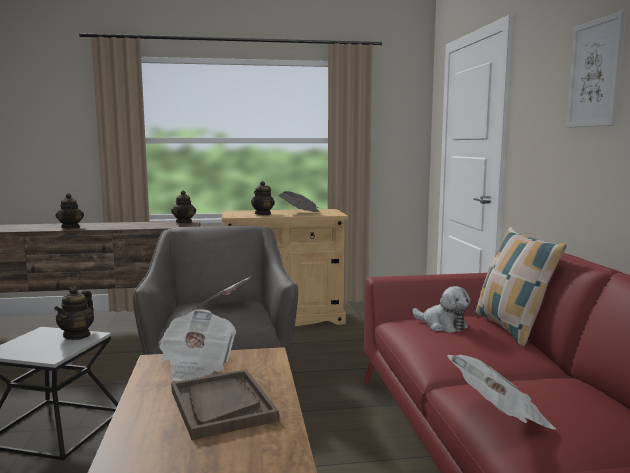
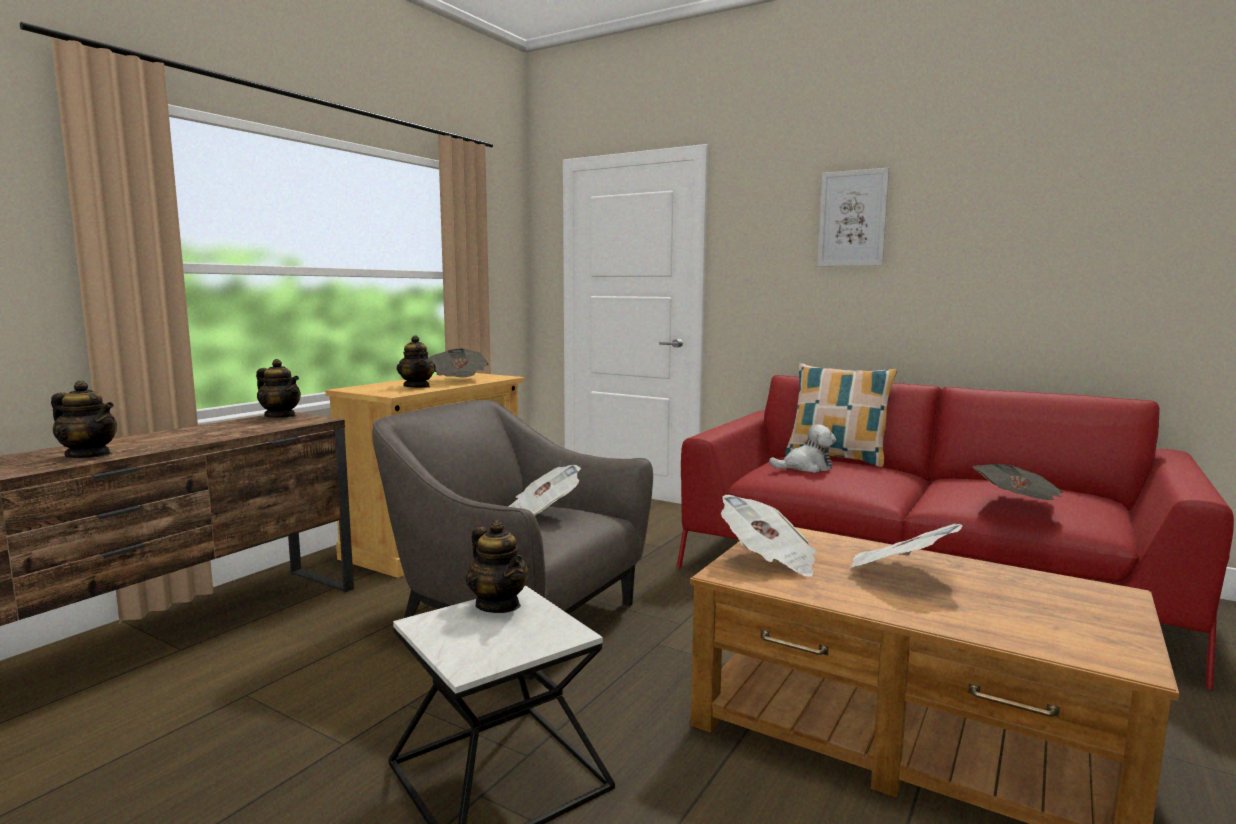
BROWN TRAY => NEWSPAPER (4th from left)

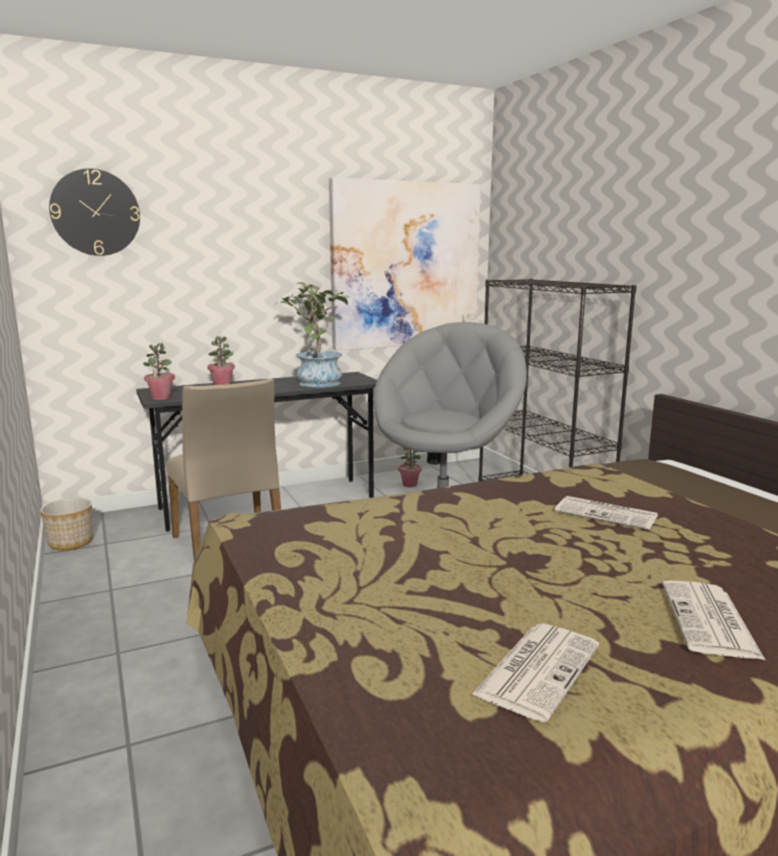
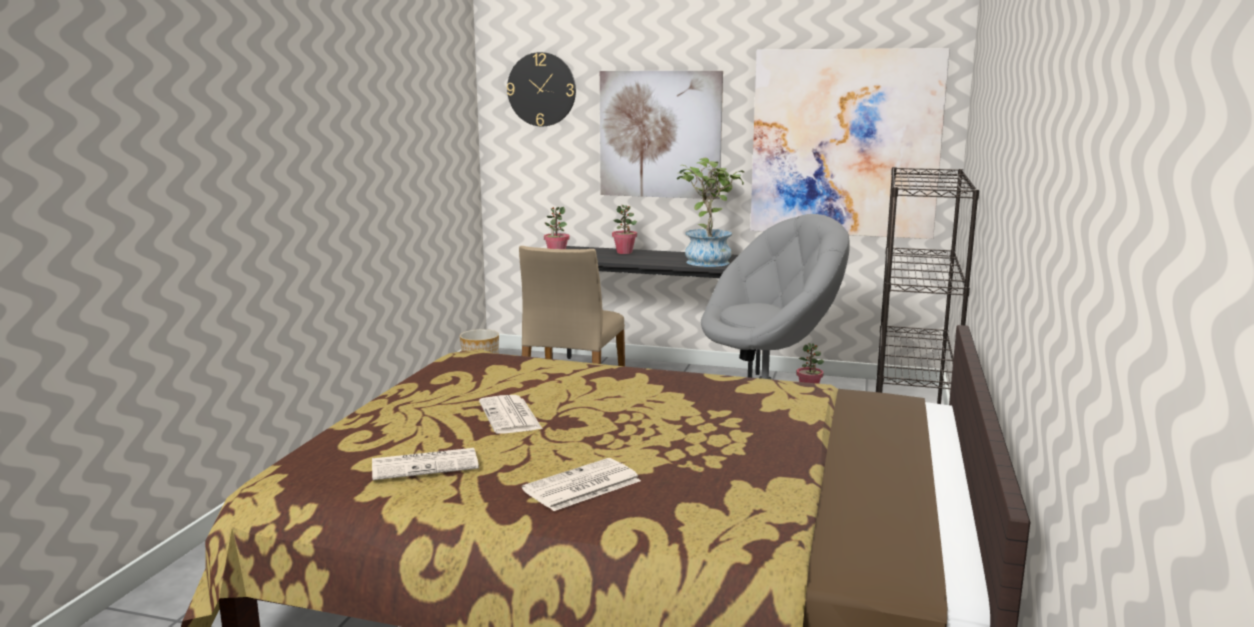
nothing => PICTURE (1st from left)
NEWSPAPER (2nd from left), move

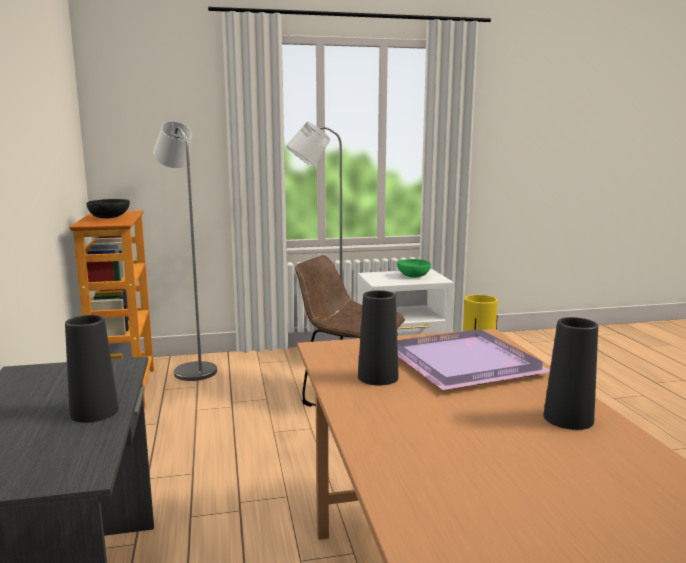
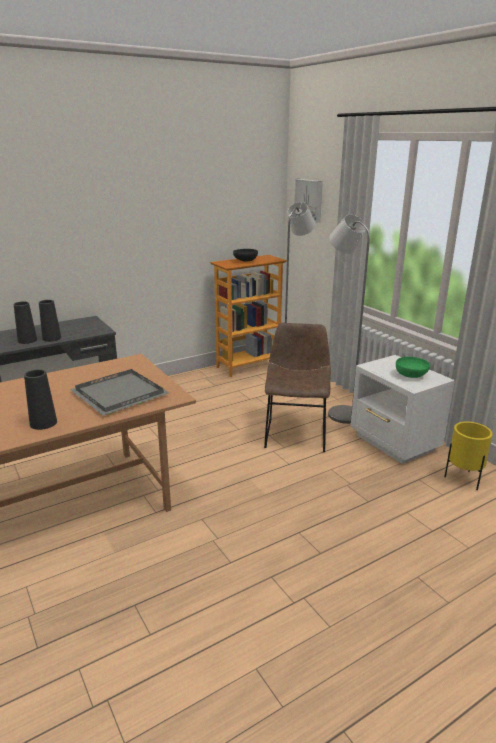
nothing => PICTURE
BLACK VASE (2nd from left in the first image) => BLACK VASE (1st from left), move
PURPLE TRAY => GREY TRAY

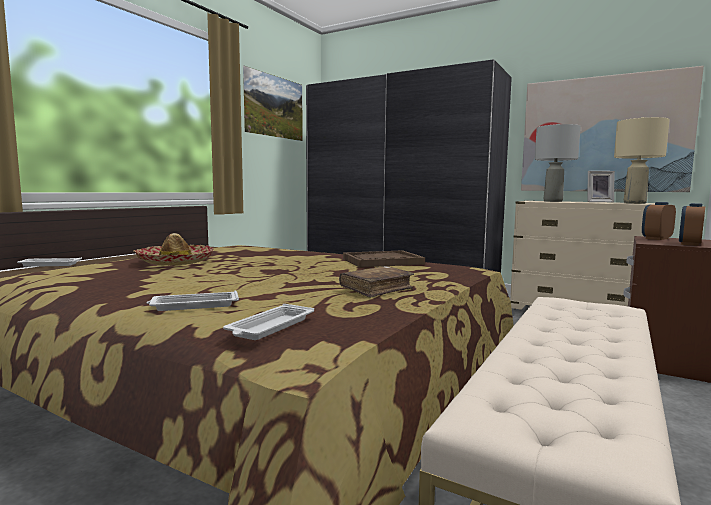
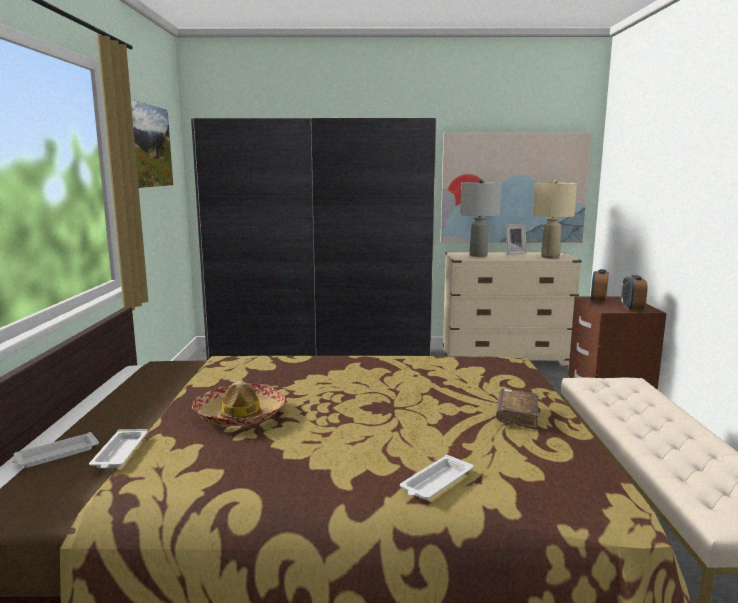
BROWN TRAY => nothing
WHITE TRAY (3rd from left in the first image) => WHITE TRAY (2nd from left), move

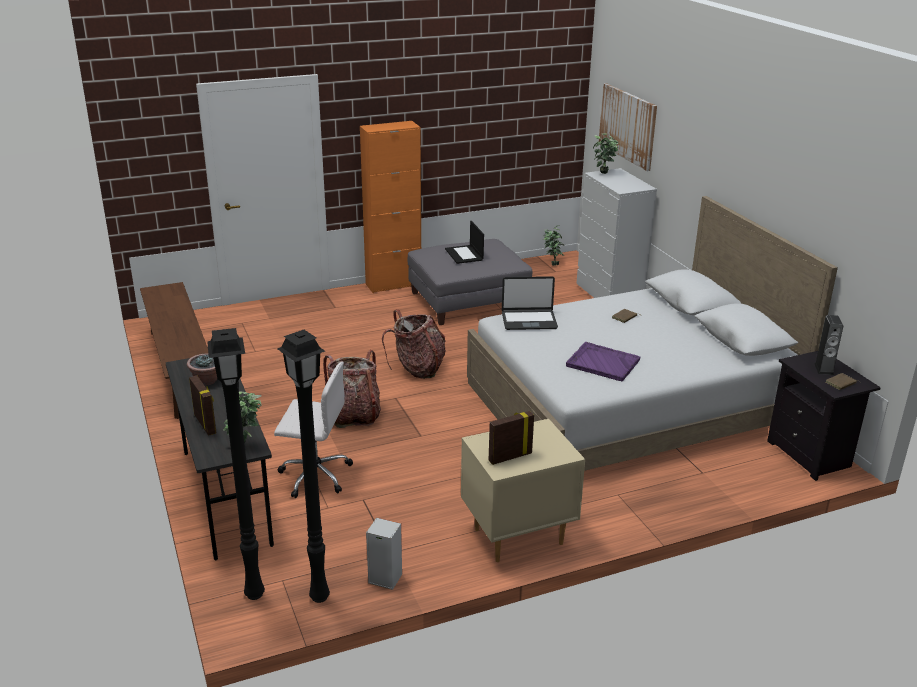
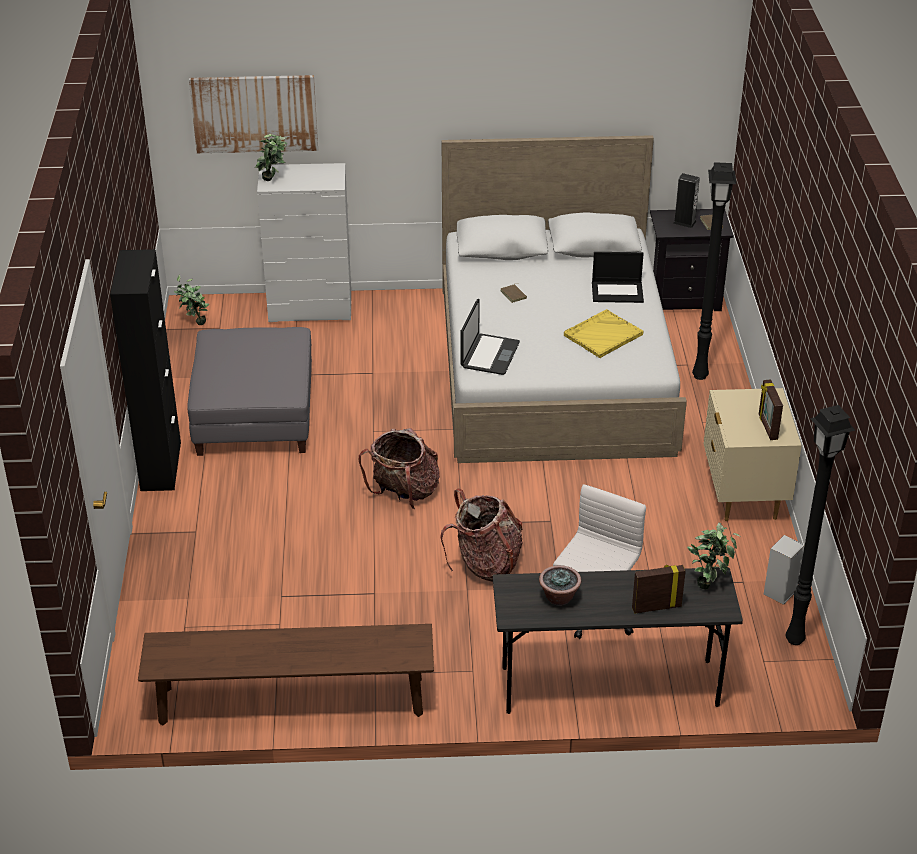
BLACK FLOOR LAMP (1st from left), move
LAPTOP (1st from left in the first image) => LAPTOP (2nd from left), move
ORANGE CABINET => BLACK CABINET
PURPLE TRAY => YELLOW TRAY

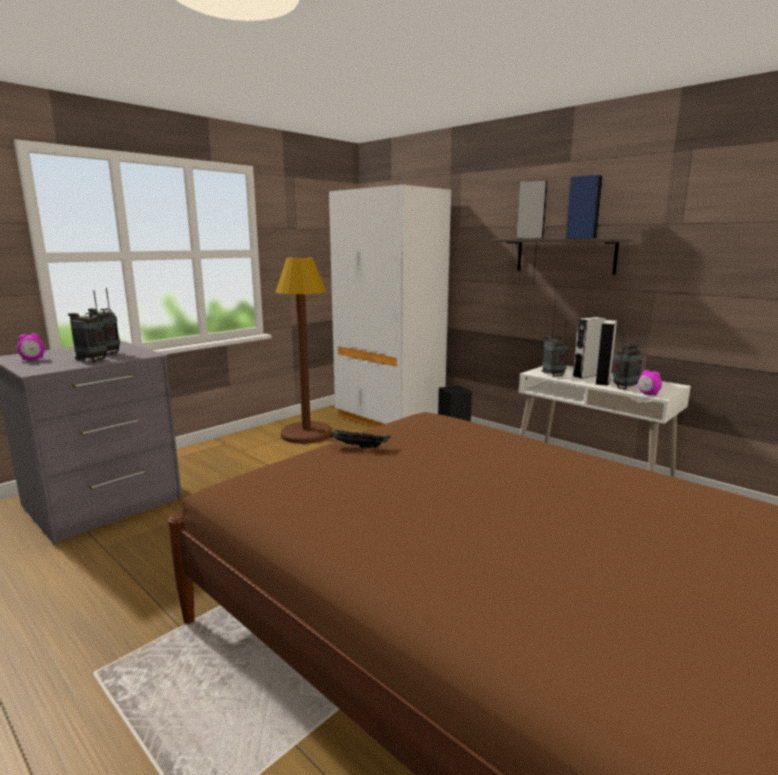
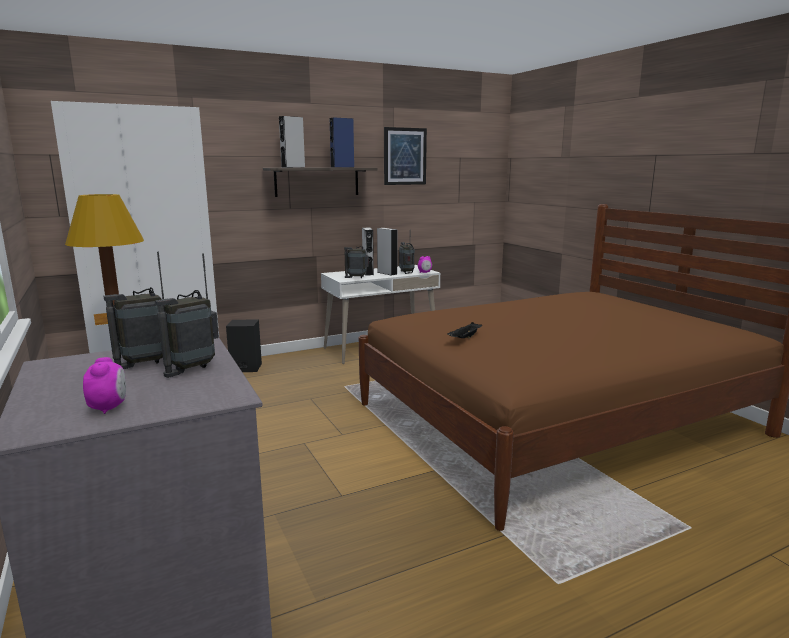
nothing => PICTURE

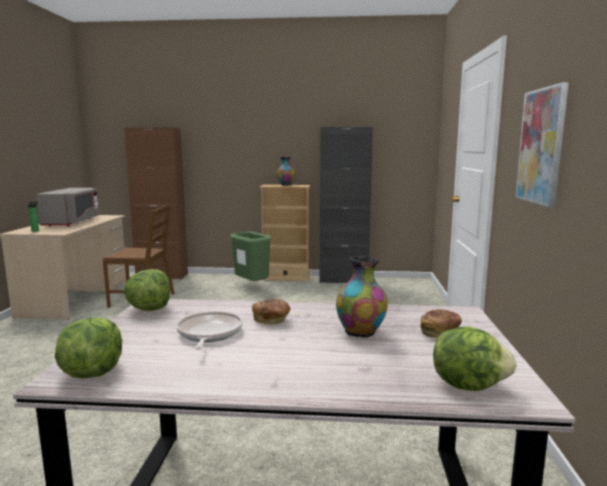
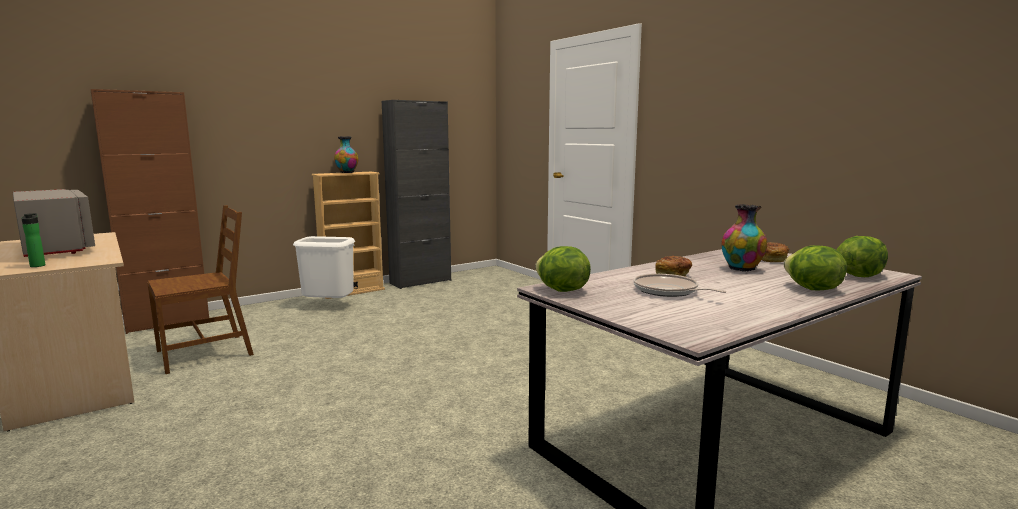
PICTURE => nothing
LETTUCE (1st from left in the first image) => LETTUCE (2nd from left), move
GREEN TRASH CAN => WHITE TRASH CAN

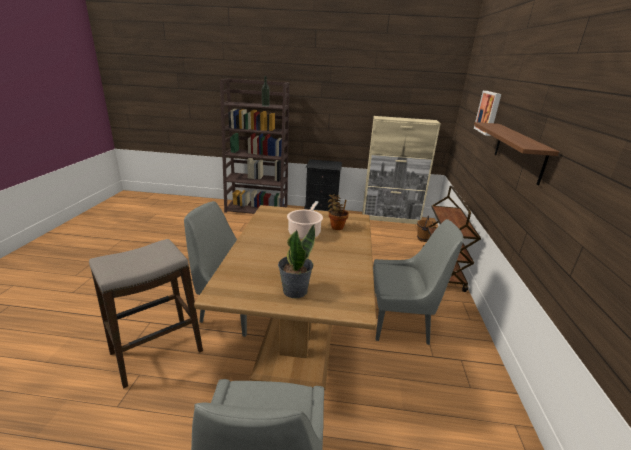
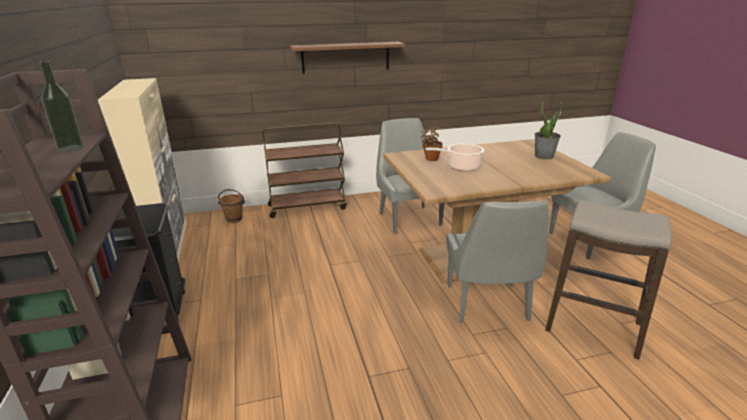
PICTURE => nothing

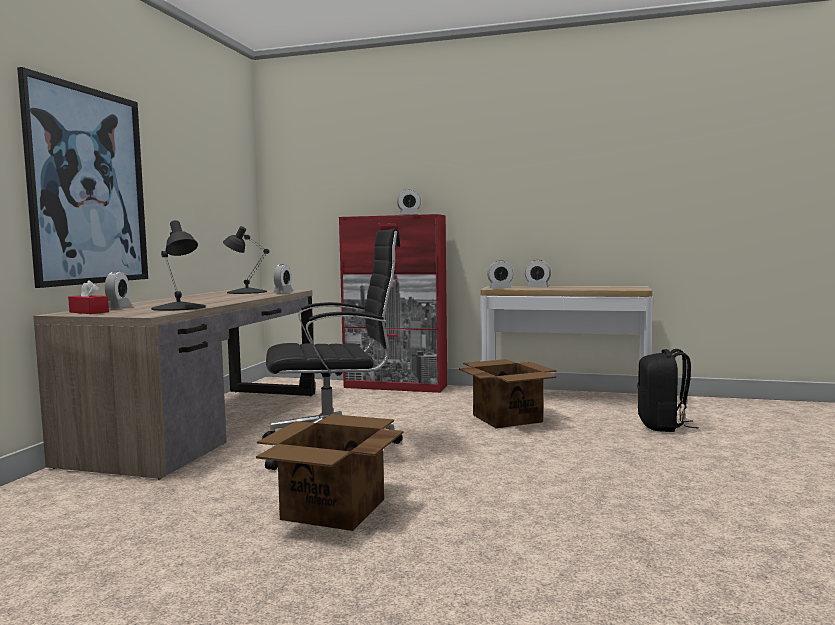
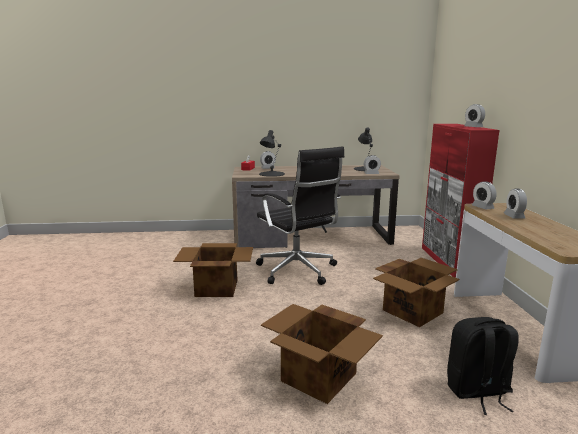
PICTURE => nothing
nothing => CARDBOARD BOX (2nd from left)

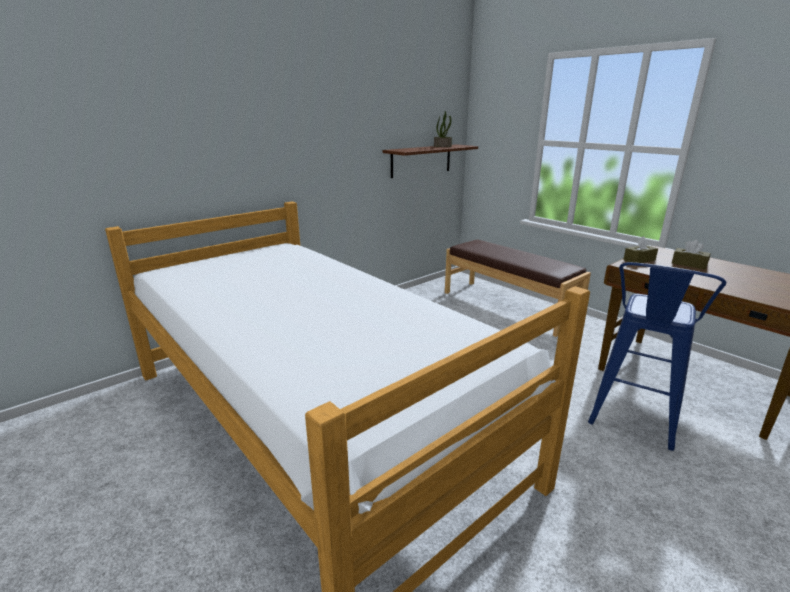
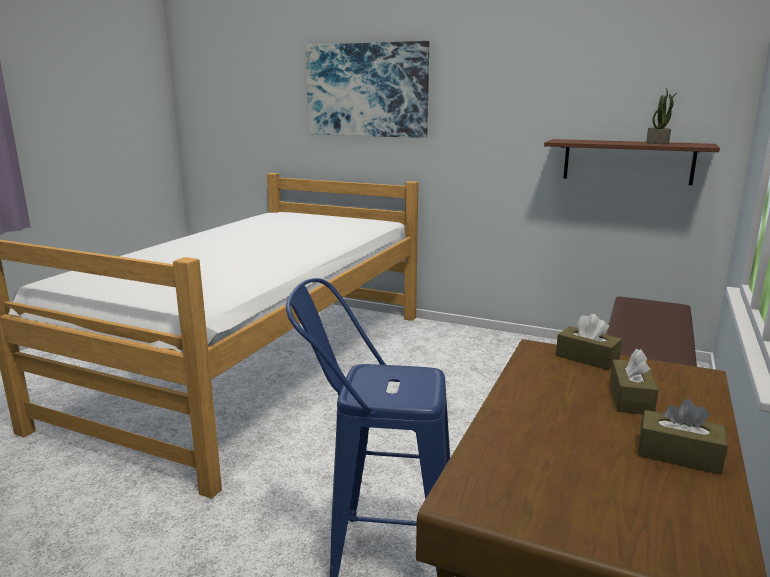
nothing => PICTURE
nothing => BROWN TISSUE BOX (3rd from left)

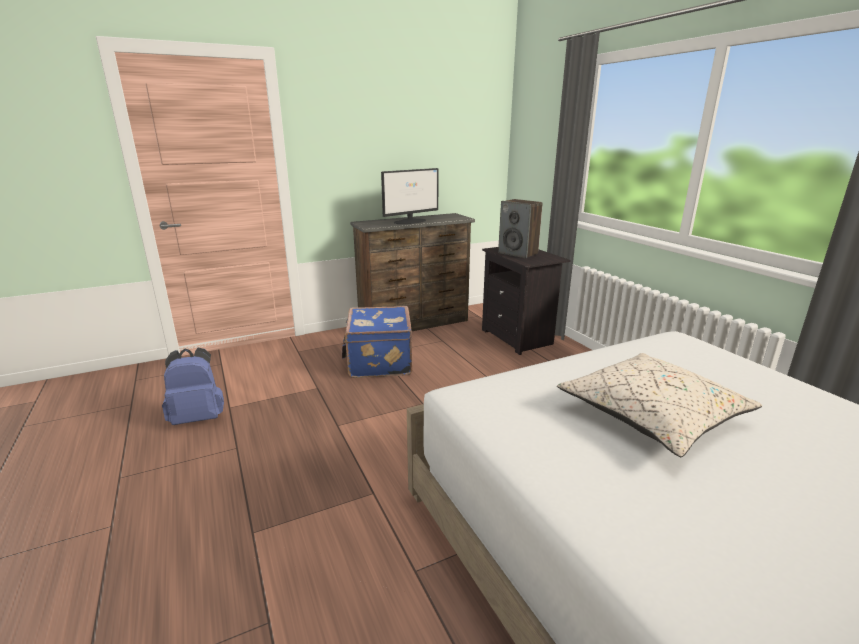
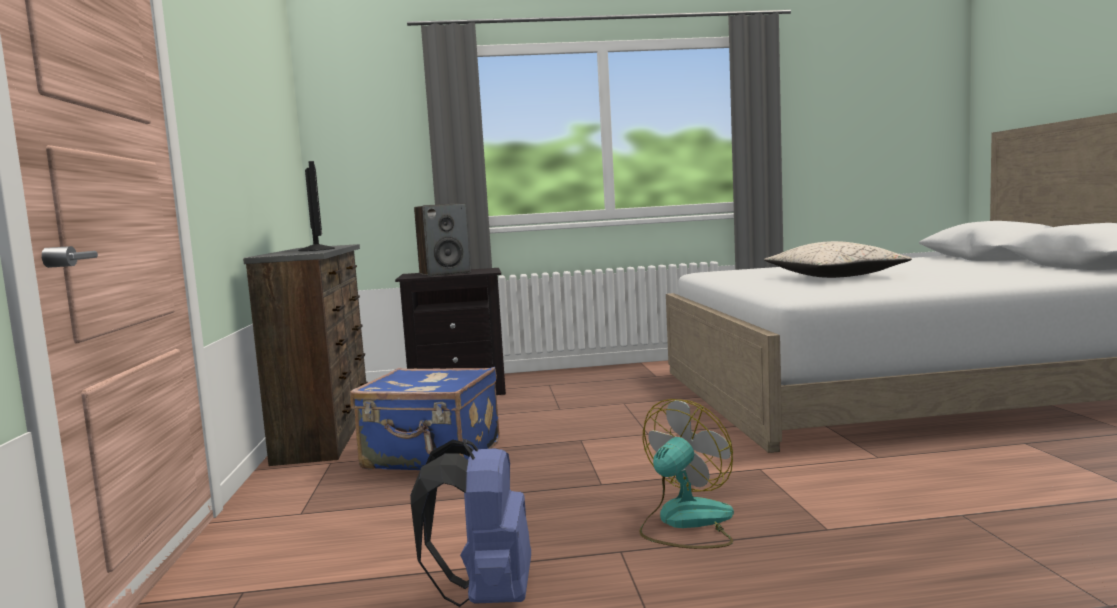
nothing => FAN

